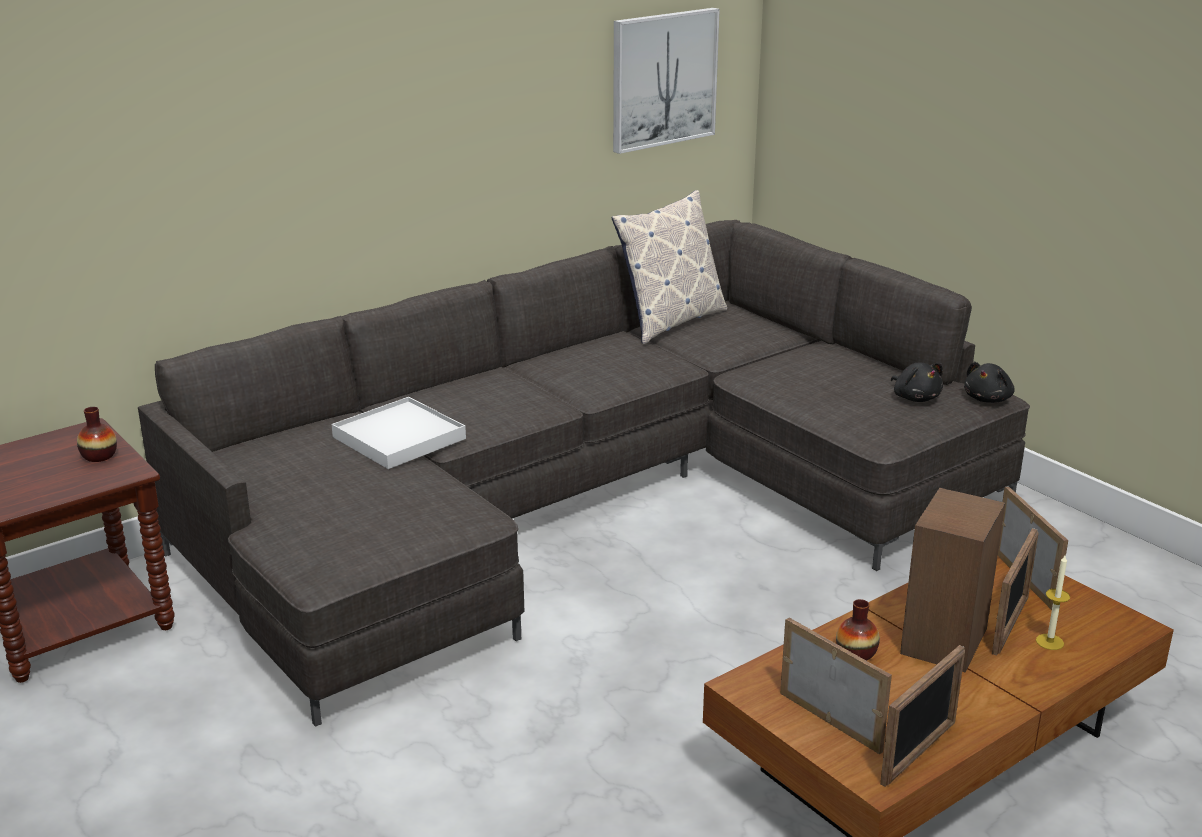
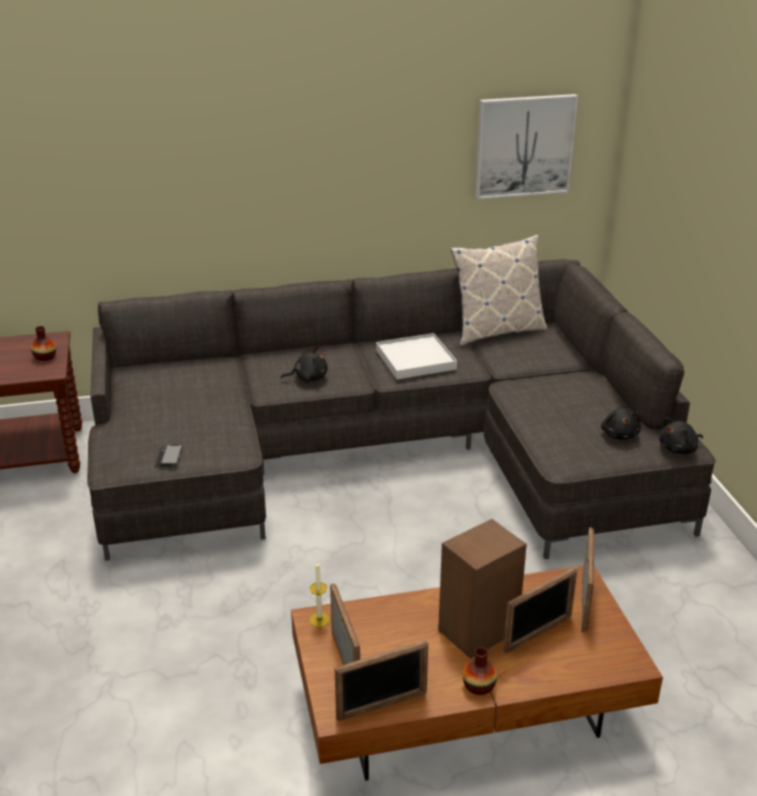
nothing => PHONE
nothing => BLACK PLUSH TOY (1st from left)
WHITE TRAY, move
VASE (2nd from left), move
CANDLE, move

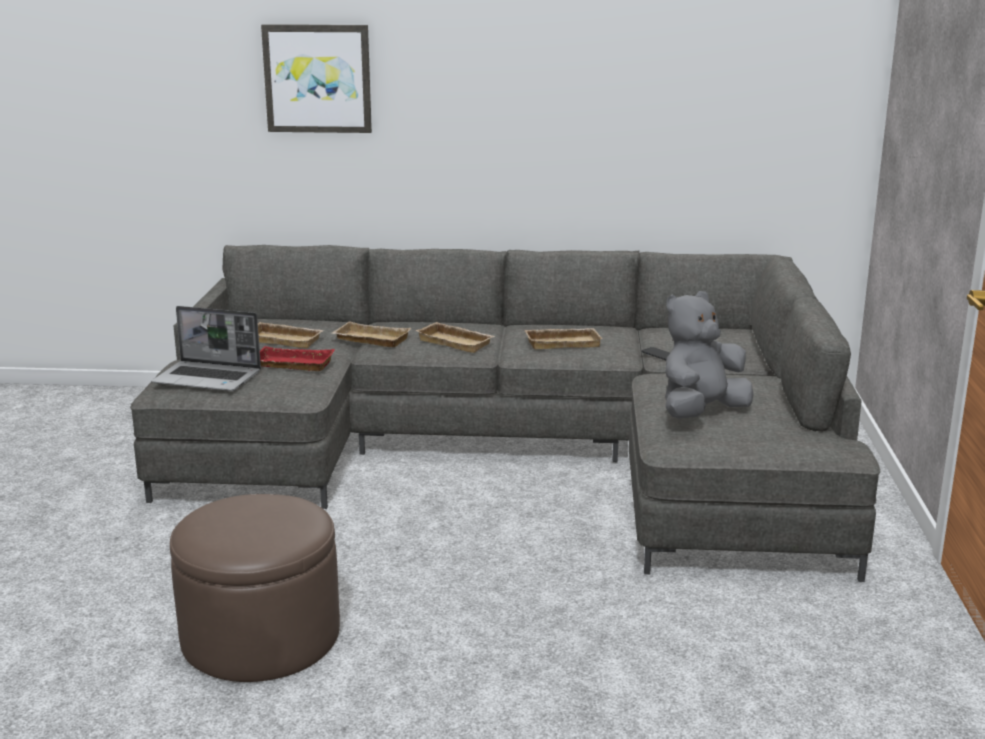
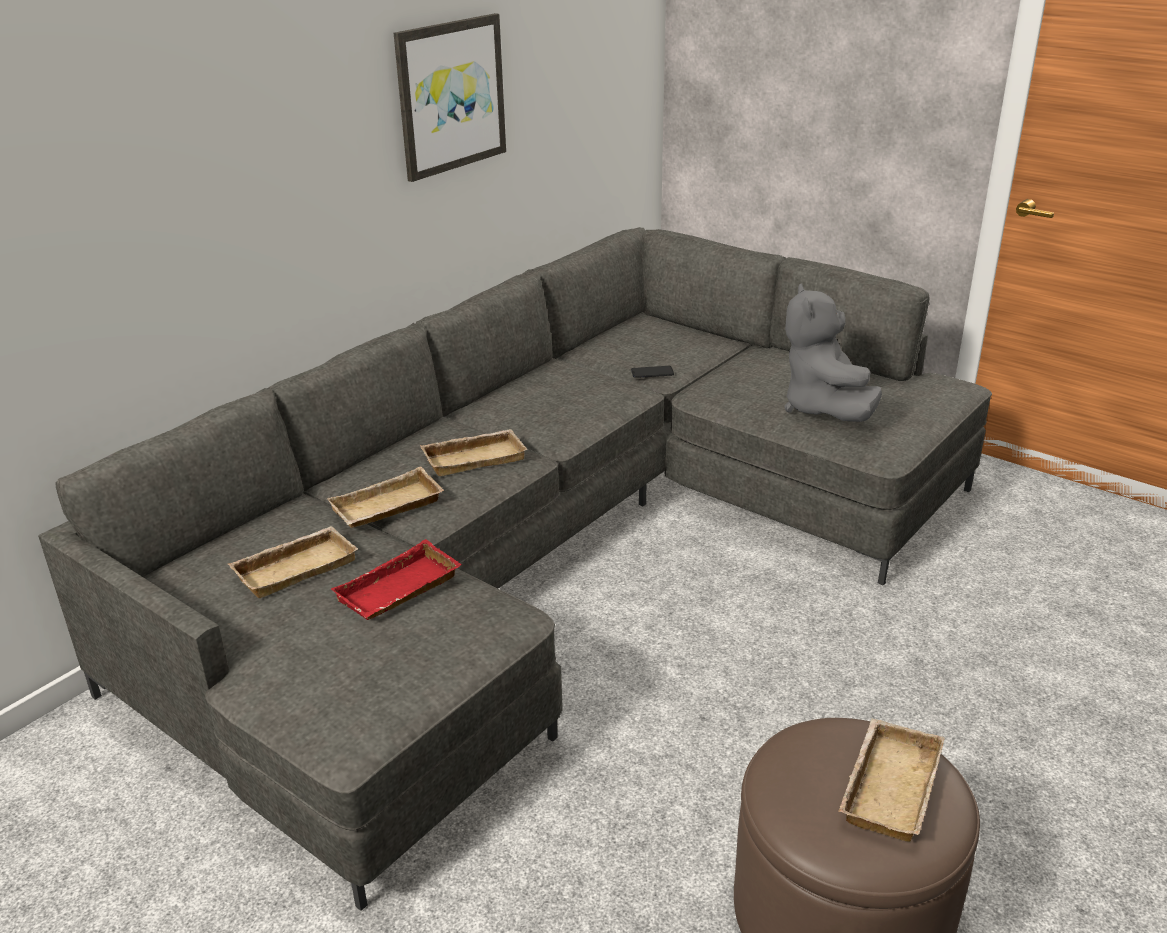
LAPTOP => nothing
PICTURE, move
BEIGE TRAY (4th from left), move

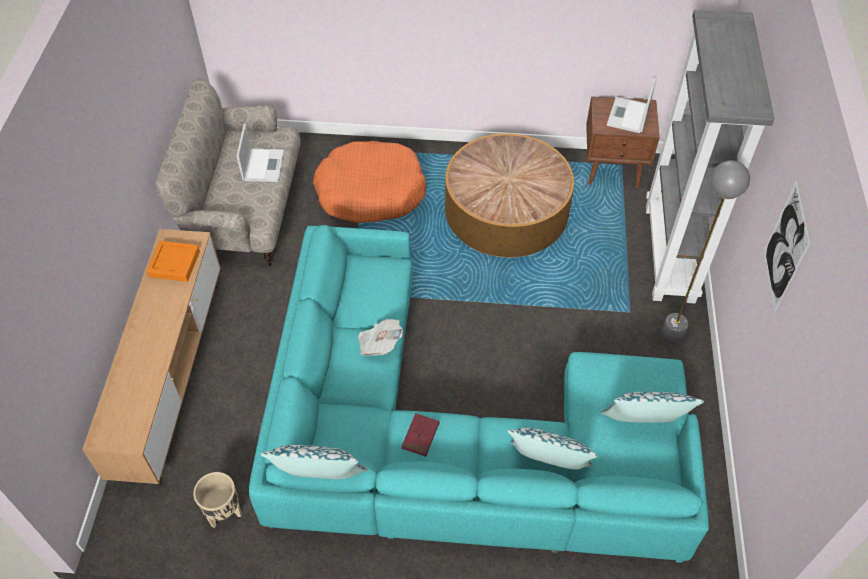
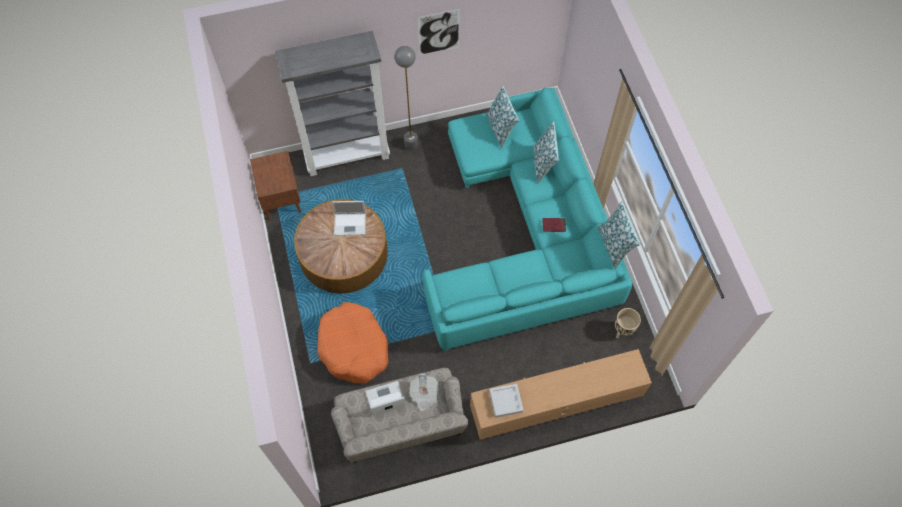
NEWSPAPER, move
LAPTOP (2nd from left in the first image) => LAPTOP (1st from left), move
ORANGE TRAY => GREY TRAY

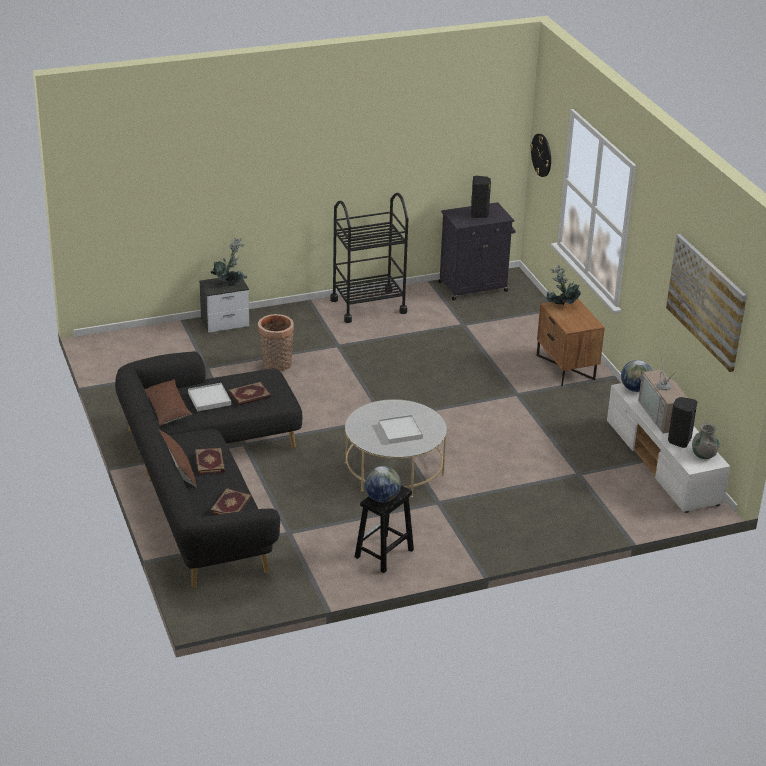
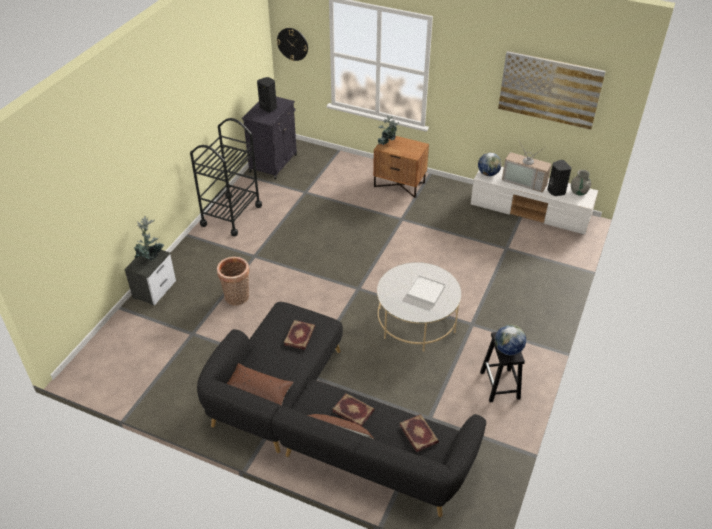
WHITE TRAY (1st from left) => nothing

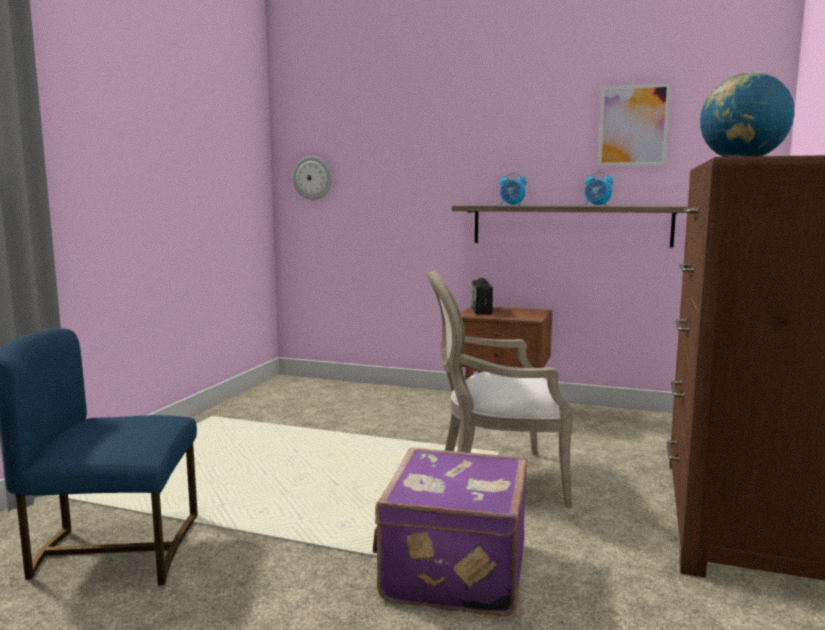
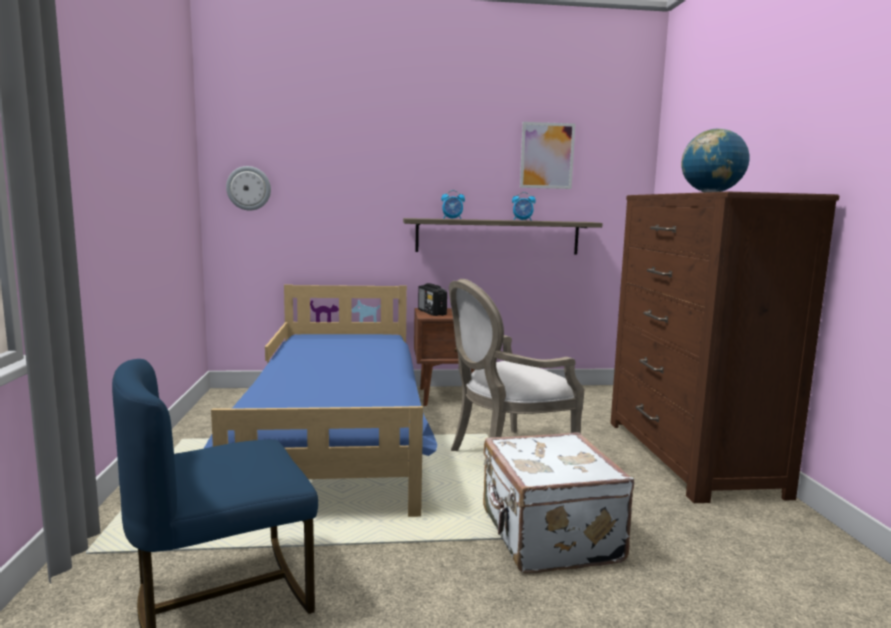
nothing => BLUE BED
PURPLE SUITCASE => WHITE SUITCASE

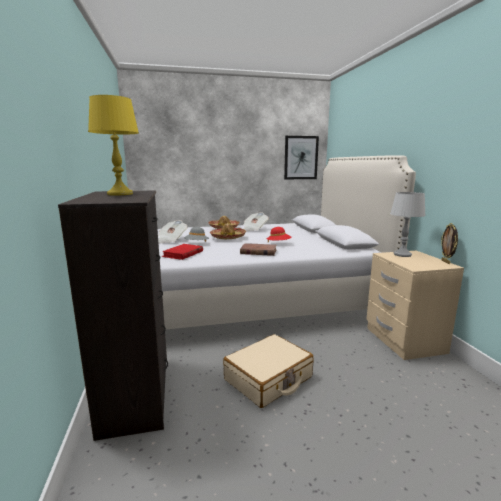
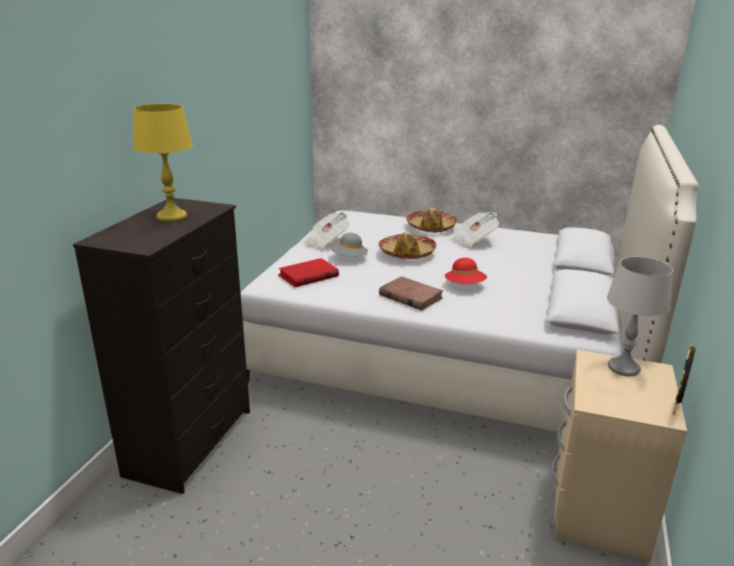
BEIGE SUITCASE => nothing
PICTURE => nothing

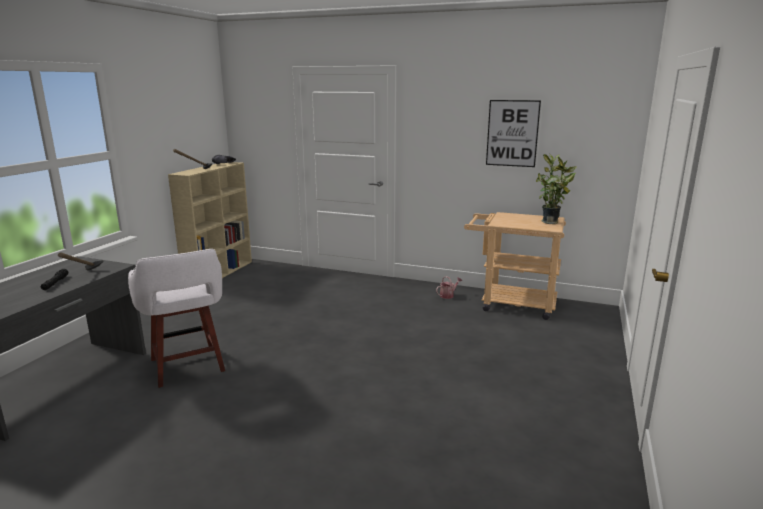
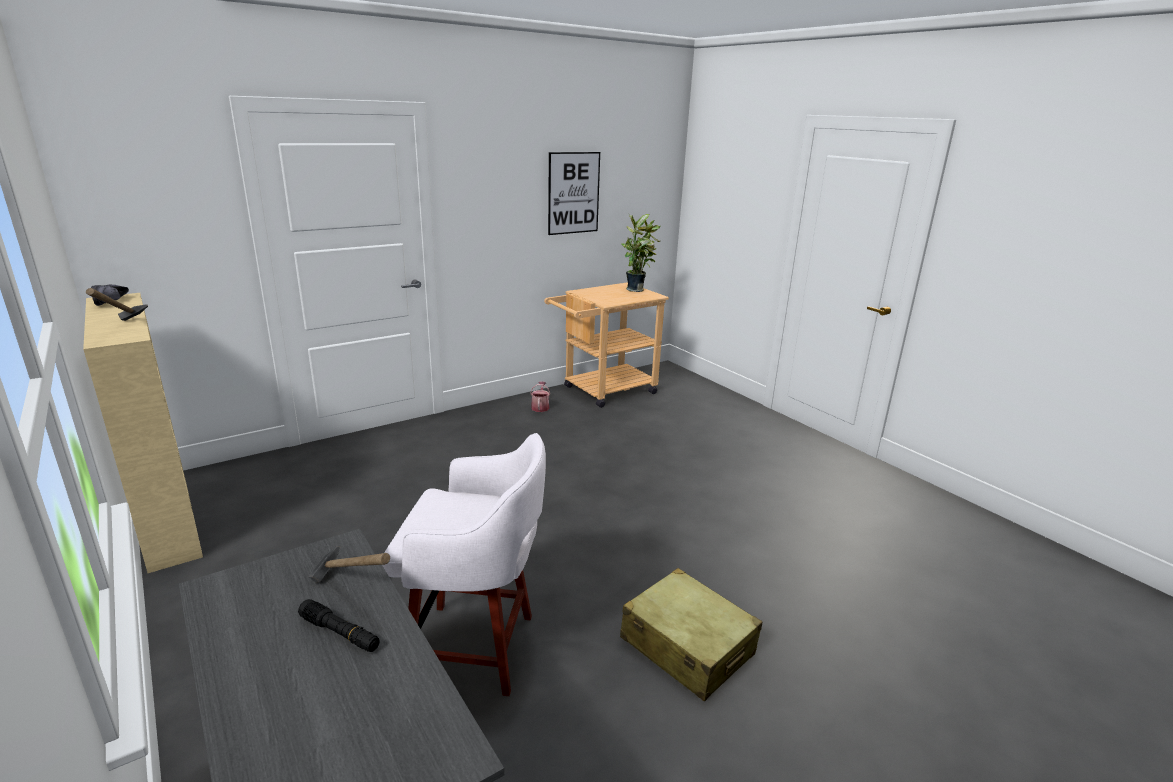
nothing => BEIGE SUITCASE

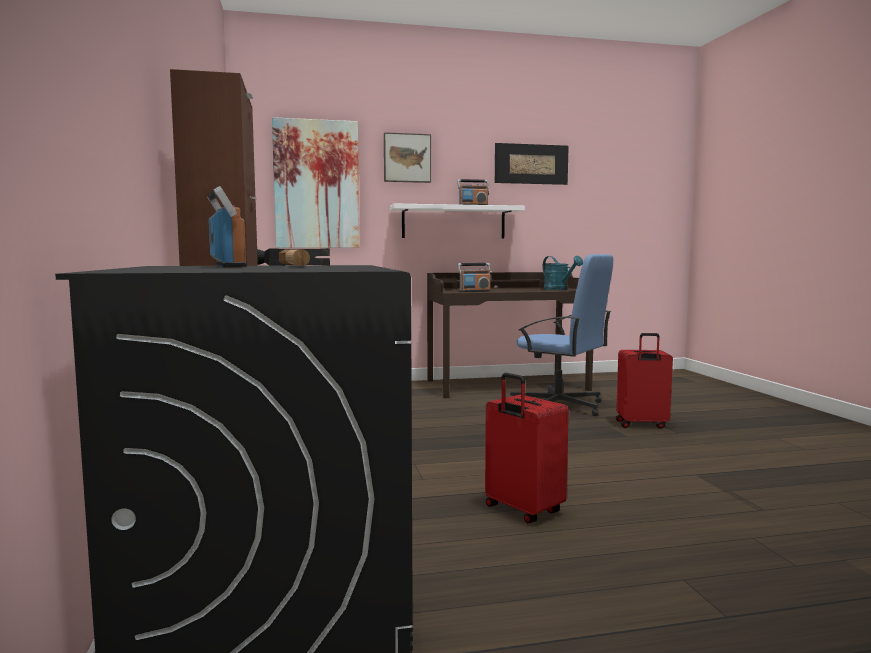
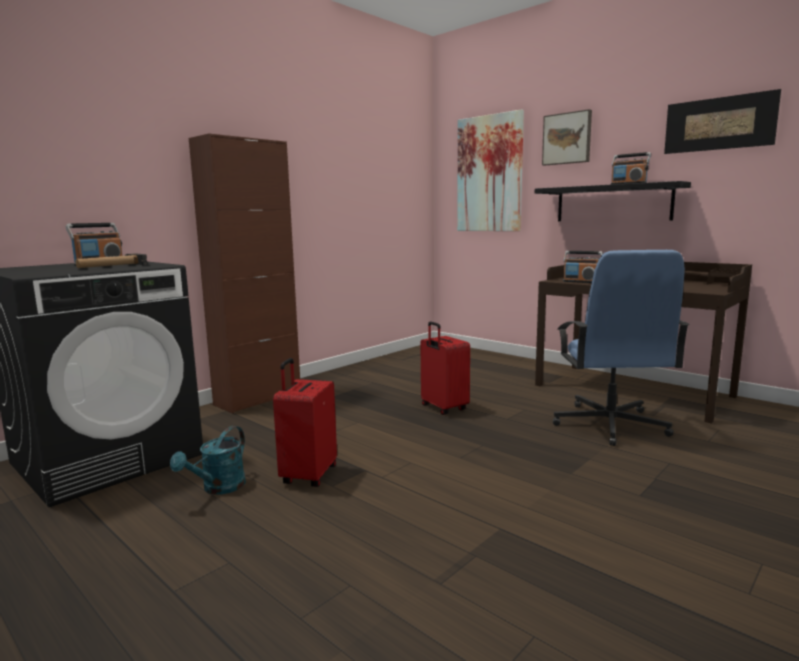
TURQUOISE WATERING CAN, move
RED SUITCASE (2nd from left), move
WHITE SHELF => BLACK SHELF

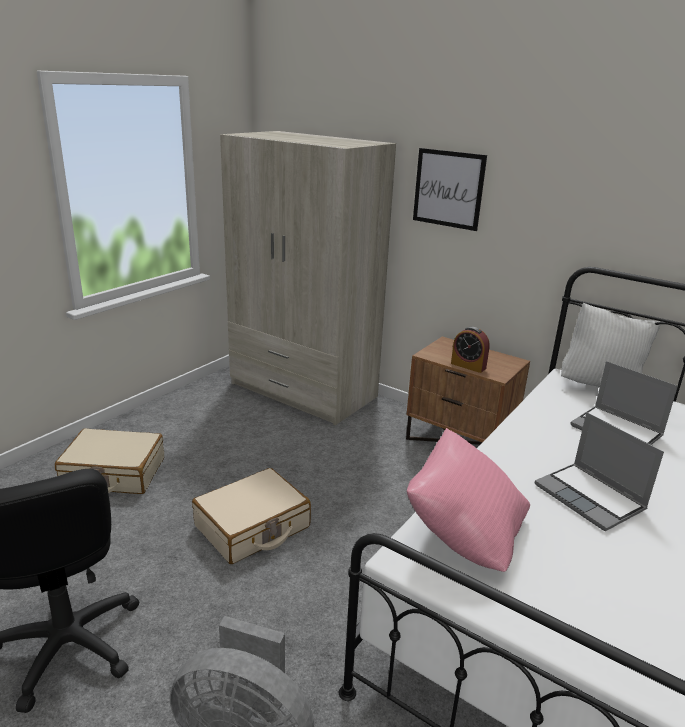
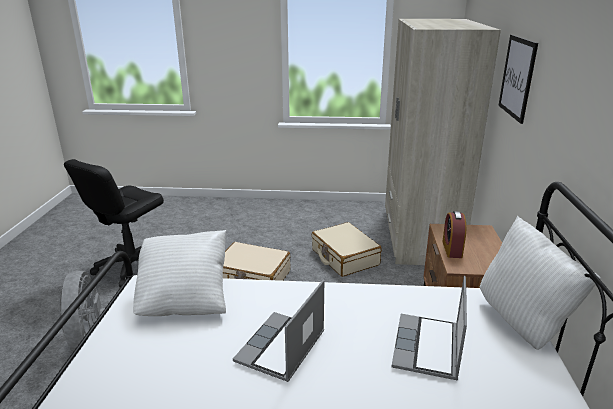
BEIGE SUITCASE (1st from left in the first image) => BEIGE SUITCASE (2nd from left), move
PINK PILLOW => WHITE PILLOW (1st from left)

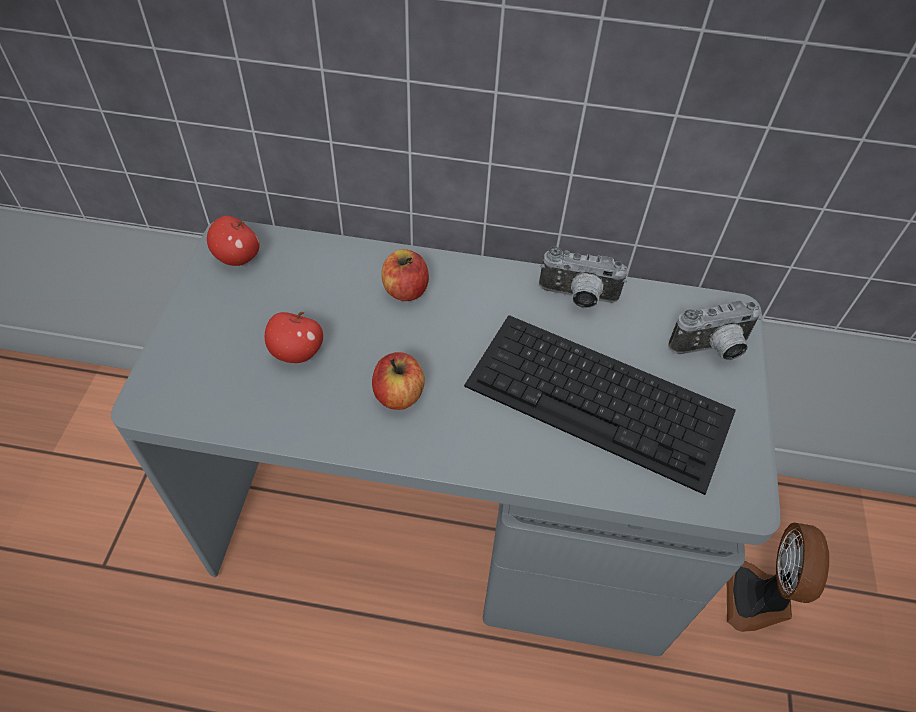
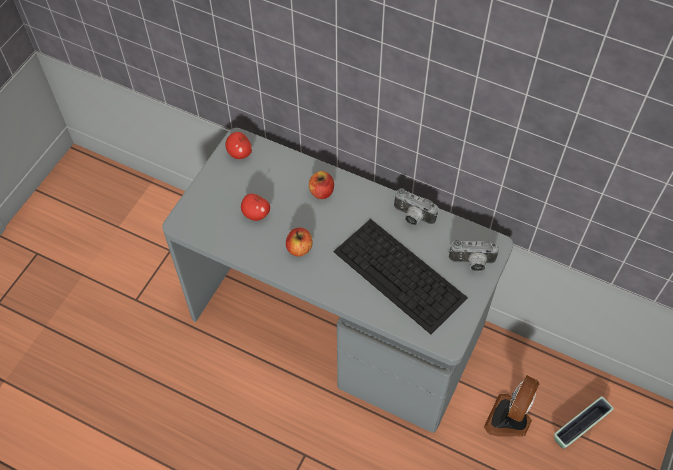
nothing => PLANTER

